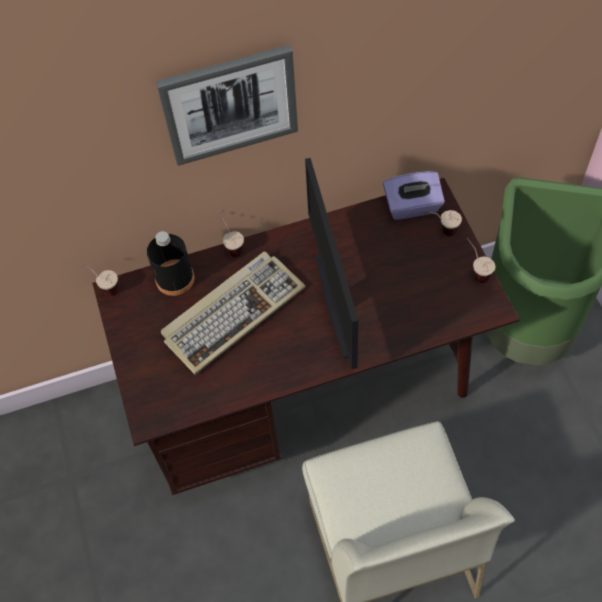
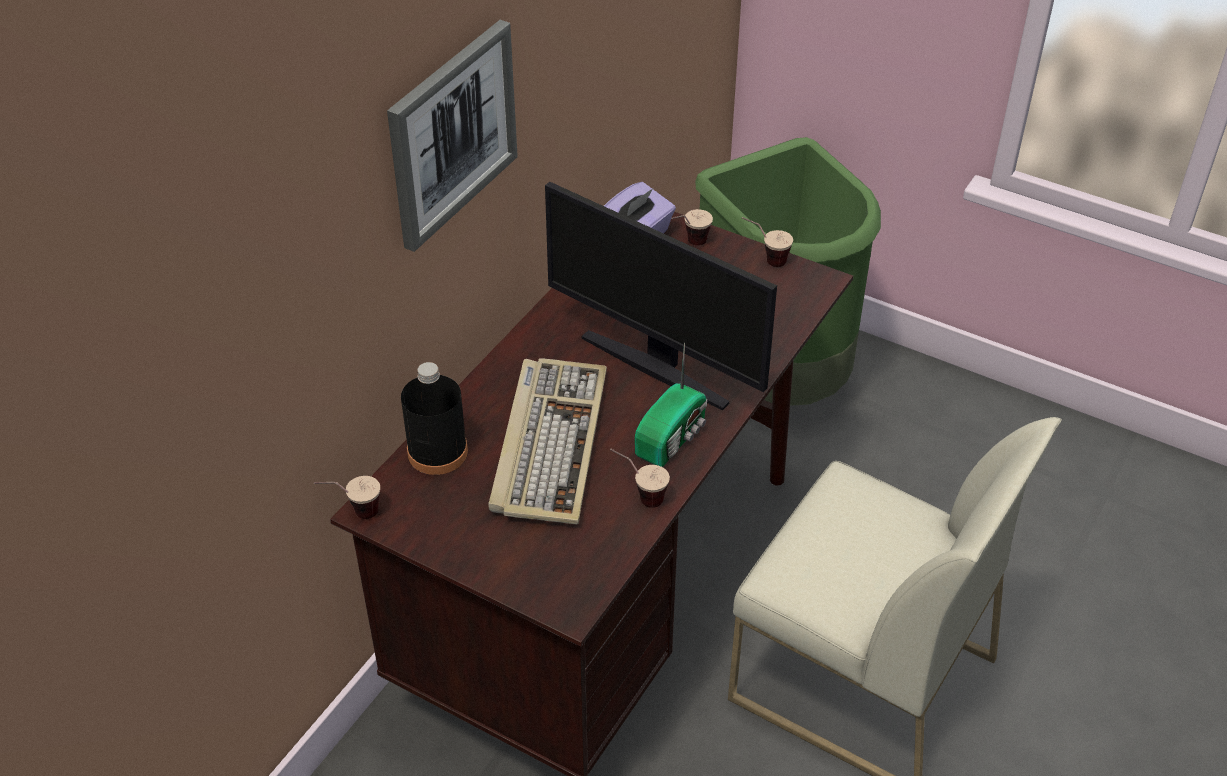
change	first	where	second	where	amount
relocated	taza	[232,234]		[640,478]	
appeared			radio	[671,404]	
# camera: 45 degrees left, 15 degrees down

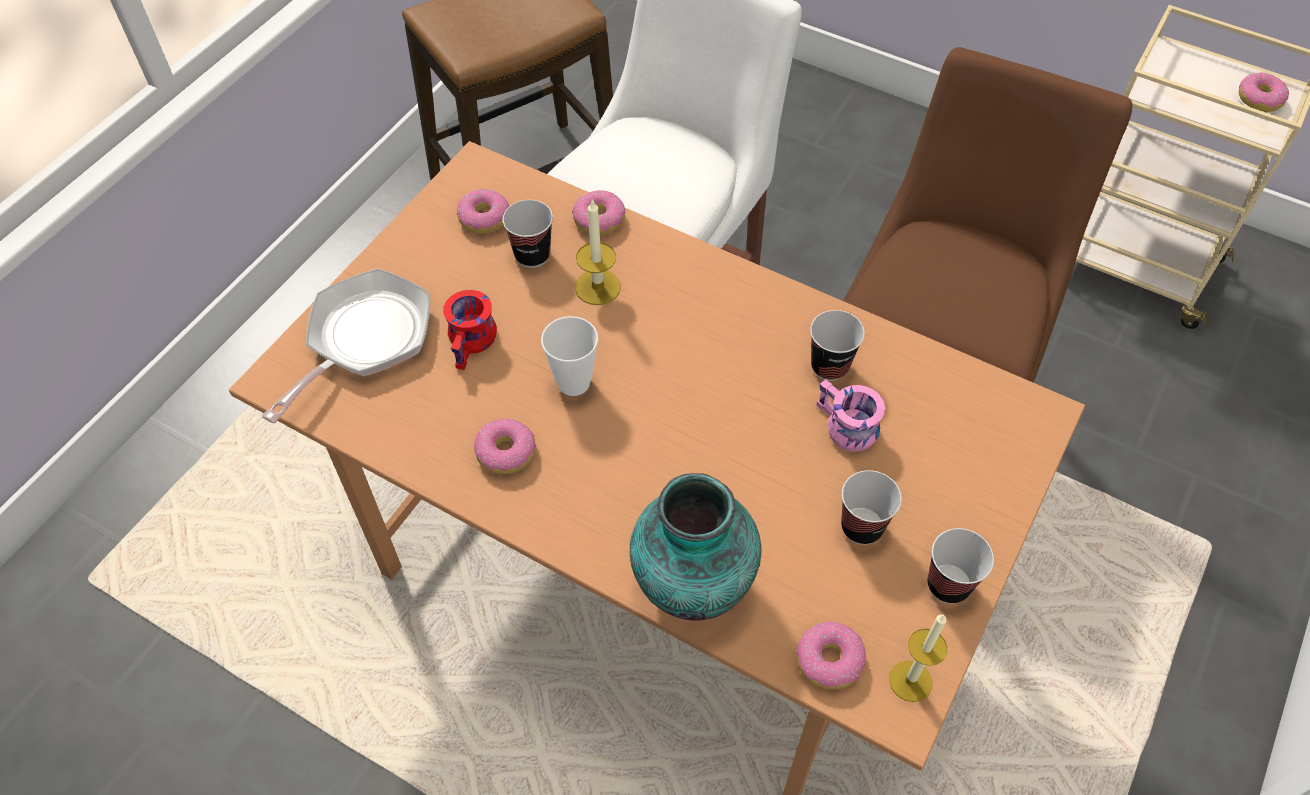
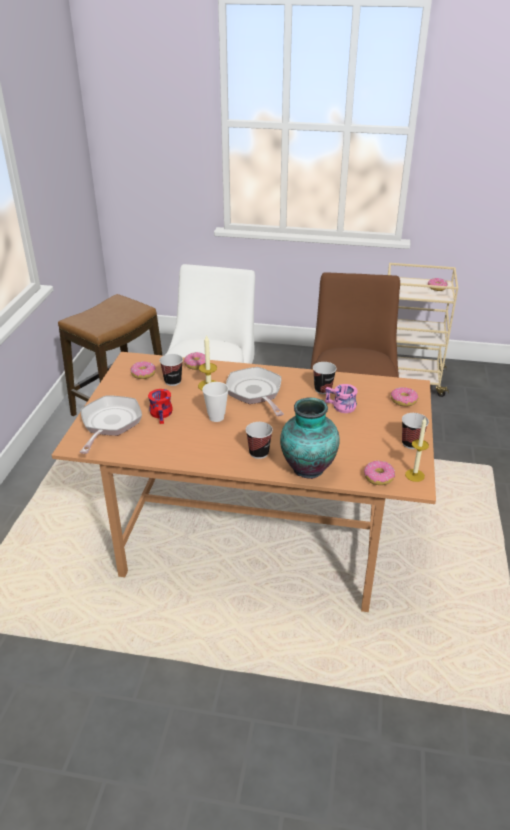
change	first	where	second	where	amount
appeared			sartén	[255,391]	
relocated	taza	[871,507]		[259,440]	
relocated	rosquilla	[505,446]		[404,396]	
# camera: 20 degrees left, 20 degrees down

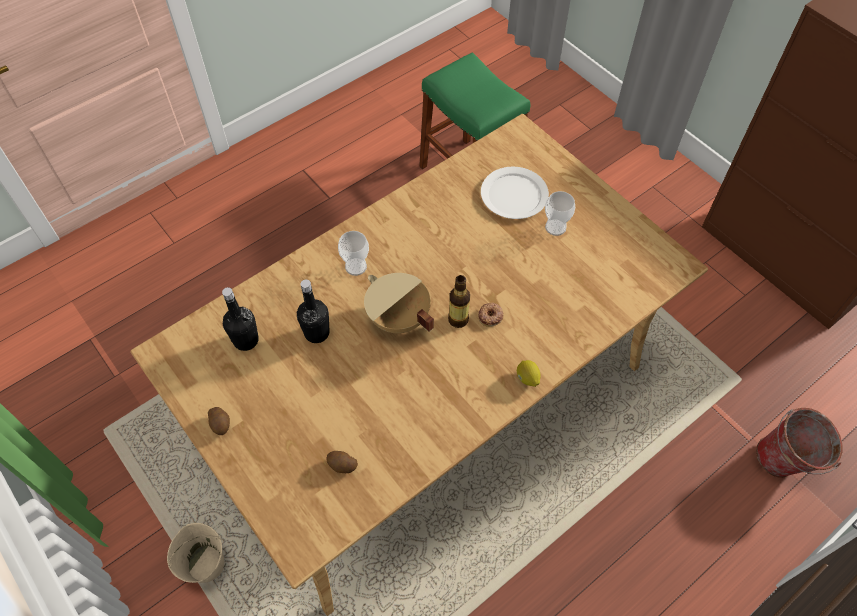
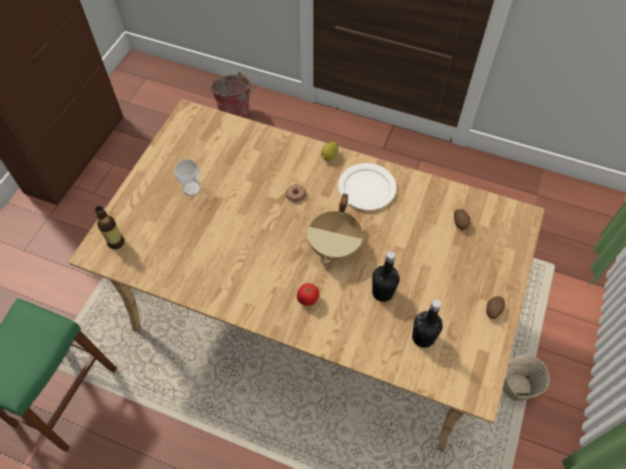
change	first	where	second	where	amount
relocated	botella	[459,301]		[109,227]	
exchanged	taza	[353,253]	tomate	[308,294]	
relocated	plato [blanco]	[515,193]		[367,186]	
# camera: 120 degrees left, 0 degrees up

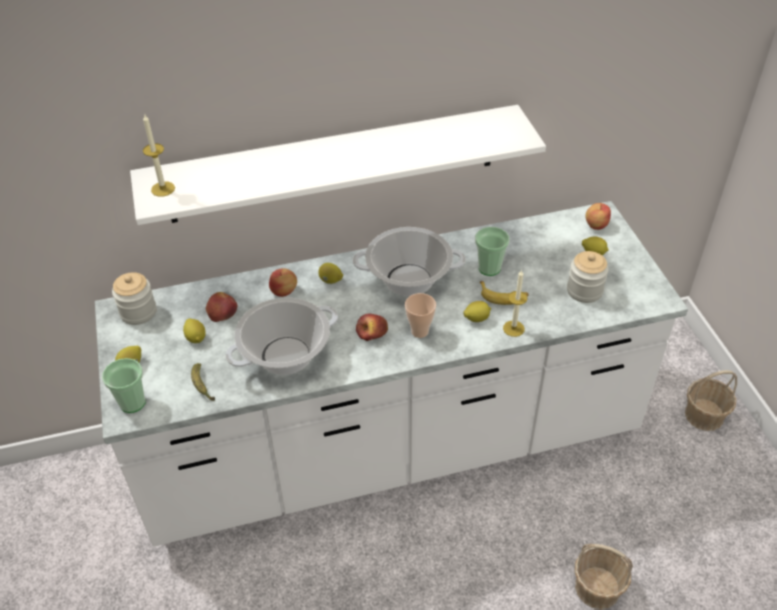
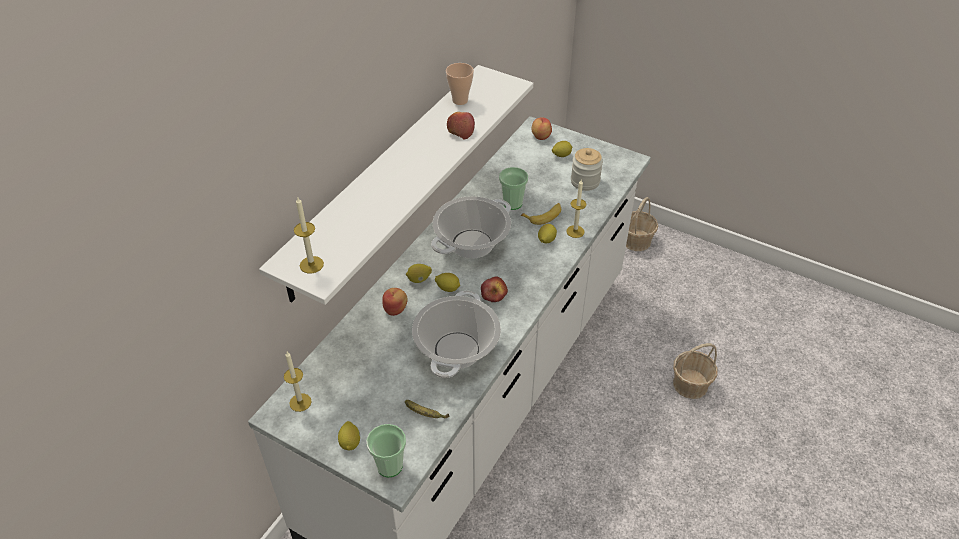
change	first	where	second	where	amount
exchanged	tarro	[134,298]	vela	[298,382]	
relocated	limón	[194,330]		[447,282]	
relocated	taza	[420,315]		[460,84]	
relocated	manzana	[221,307]		[461,126]	
# camera: 45 degrees left, 0 degrees up

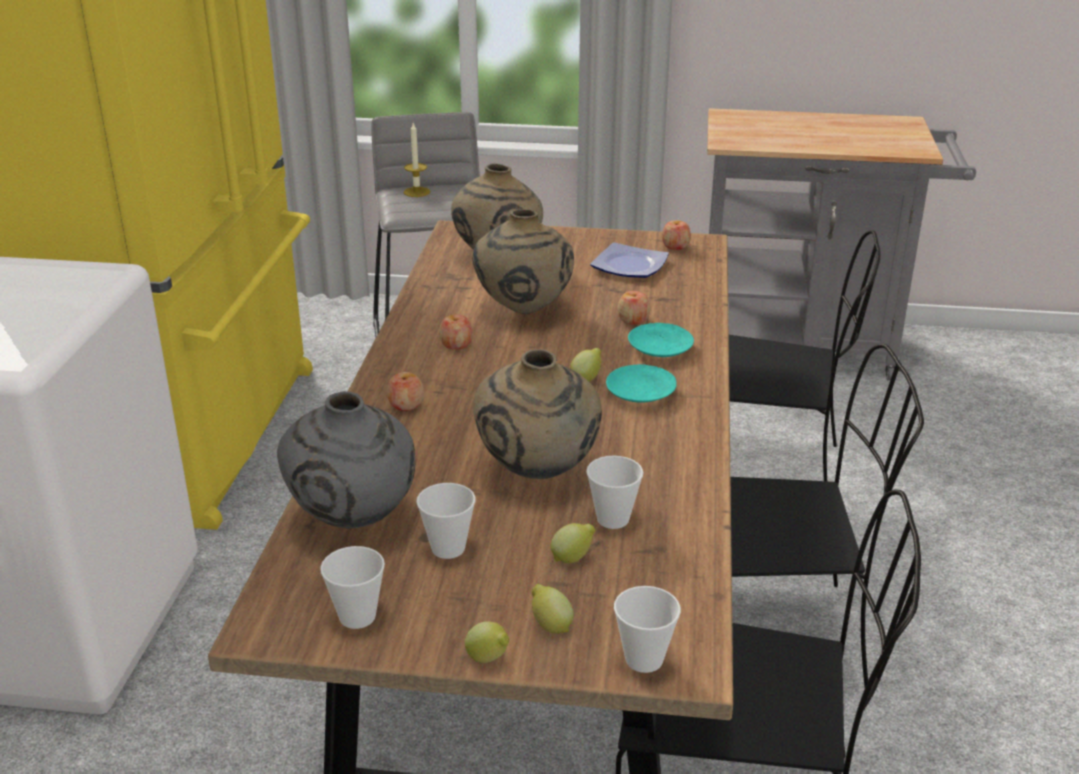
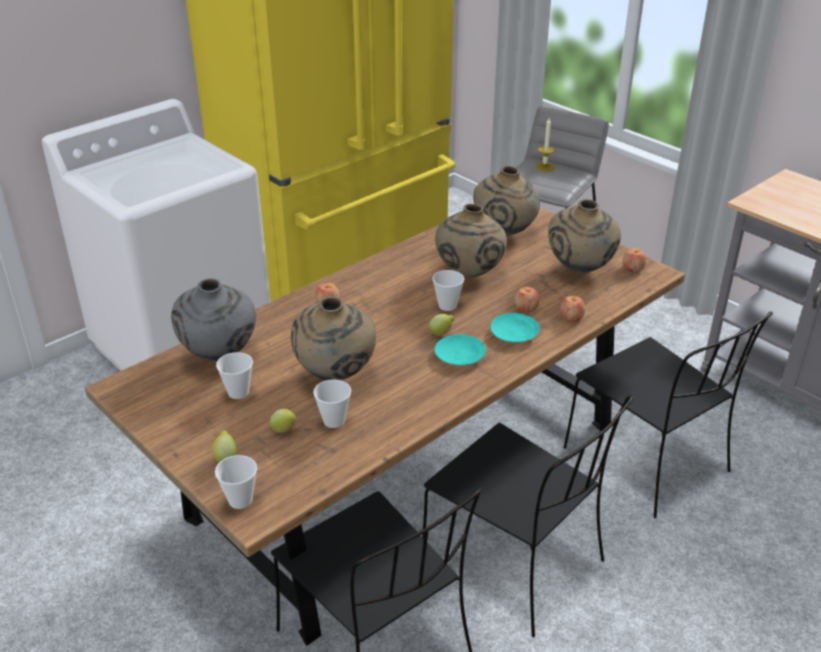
change	first	where	second	where	amount
relocated	taza	[352,587]		[448,290]	
exchanged	plato	[629,260]	florero [beis]	[584,236]	
relocated	manzana	[456,332]		[572,309]	
missing	limón	[487,642]			
# camera: 40 degrees right, 5 degrees up

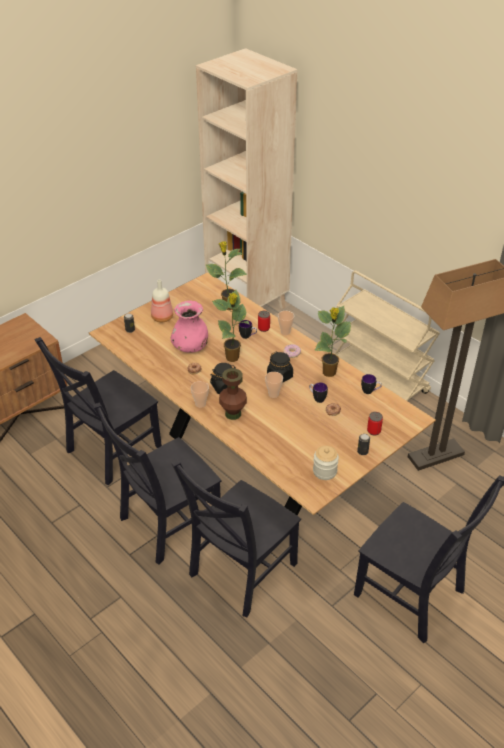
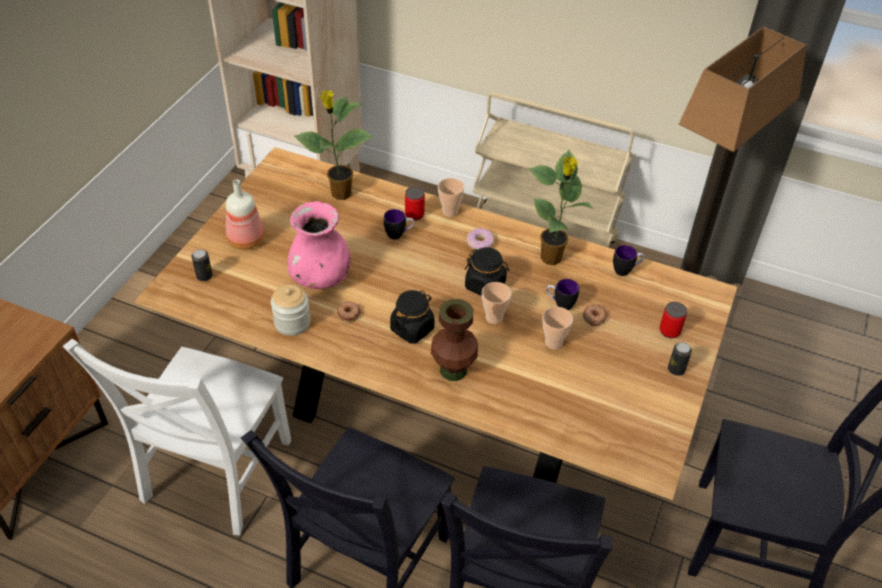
change	first	where	second	where	amount
colour	silla [negro]	[98,411]	silla [blanco]	[177,437]	
relocated	tarro	[326,463]		[291,310]	
relocated	taza	[200,394]		[557,328]	
missing	planta en maceta	[230,326]			
# camera: 25 degrees left, 5 degrees up

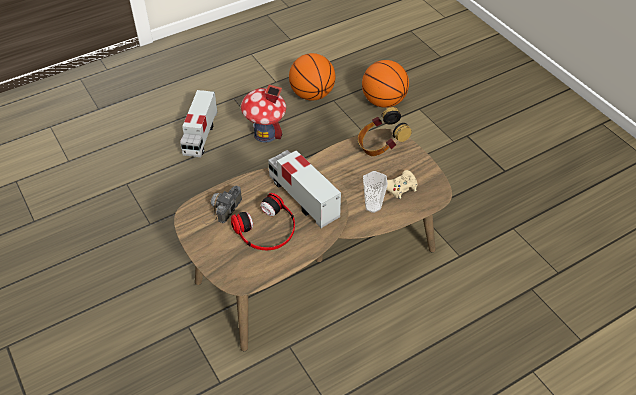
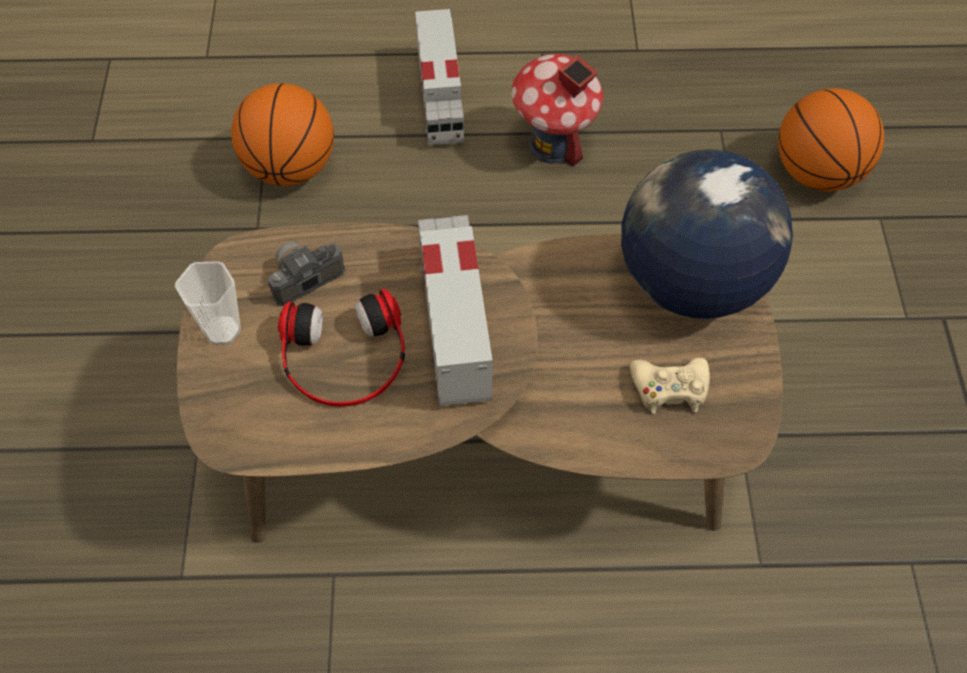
change	first	where	second	where	amount
relocated	taza	[375,192]		[208,303]	
relocated	balón de baloncesto	[312,76]		[282,134]	
spun	camión de juguete	[198,123]		[439,77]	45 degrees counterclockwise
exchanged	auriculares	[385,131]	globo terráqueo	[707,234]	
# camera: 30 degrees right, 10 degrees up

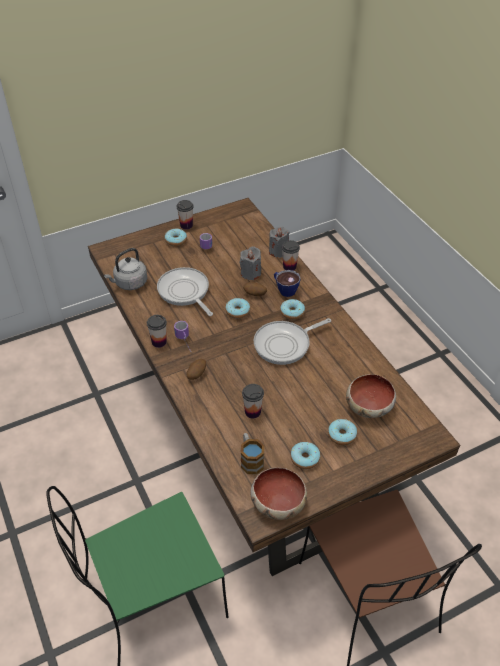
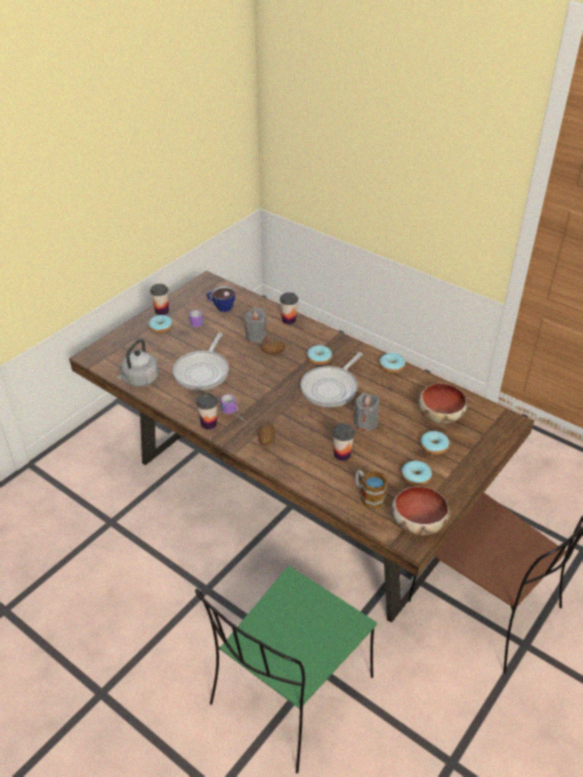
change	first	where	second	where	amount
spun	sartén	[185,291]		[201,361]	105 degrees counterclockwise
relocated	taza	[287,283]		[221,299]	
relocated	vela [gris]	[279,242]		[366,412]	
relocated	rosquilla	[237,308]		[392,363]	
# camera: 25 degrees left, 5 degrees down

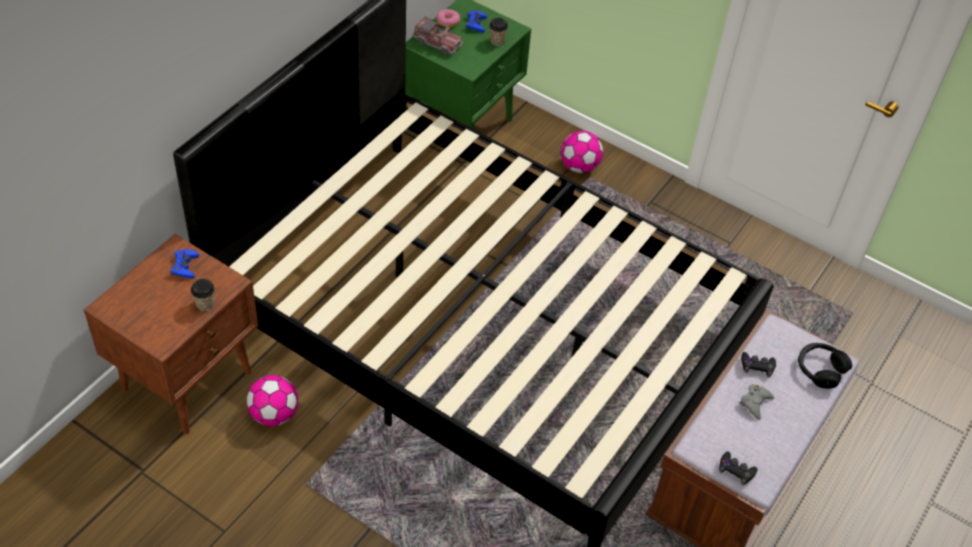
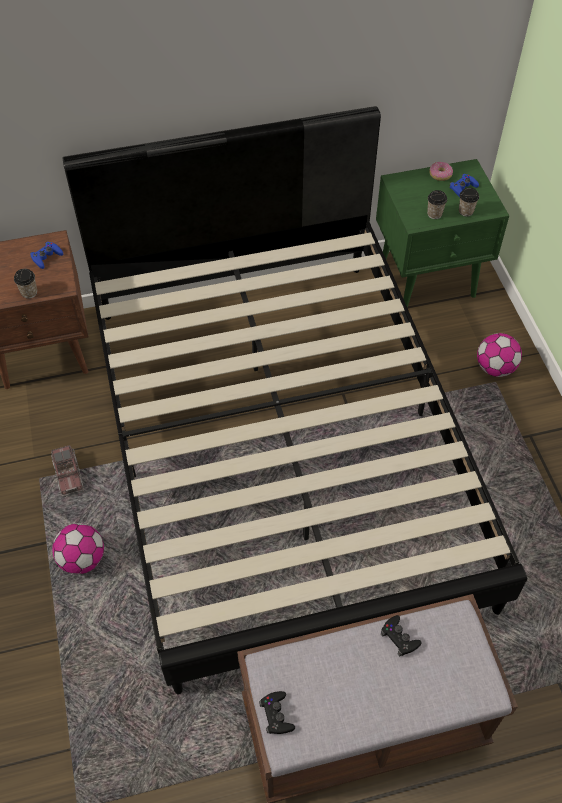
change	first	where	second	where	amount
relocated	camión de juguete	[437,36]		[67,471]	
relocated	balón de fútbol	[272,400]		[78,548]	
appeared			taza	[437,204]	
missing	mando de consola [gris]	[757,402]			
missing	auriculares [negro]	[825,366]			
# camera: 45 degrees right, 5 degrees up

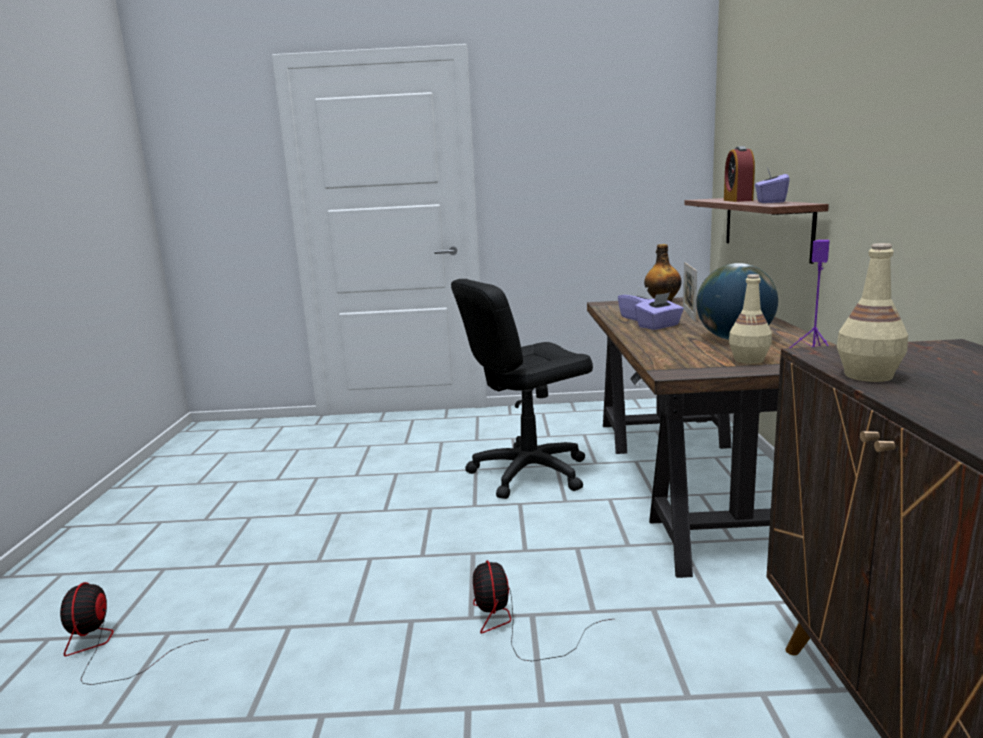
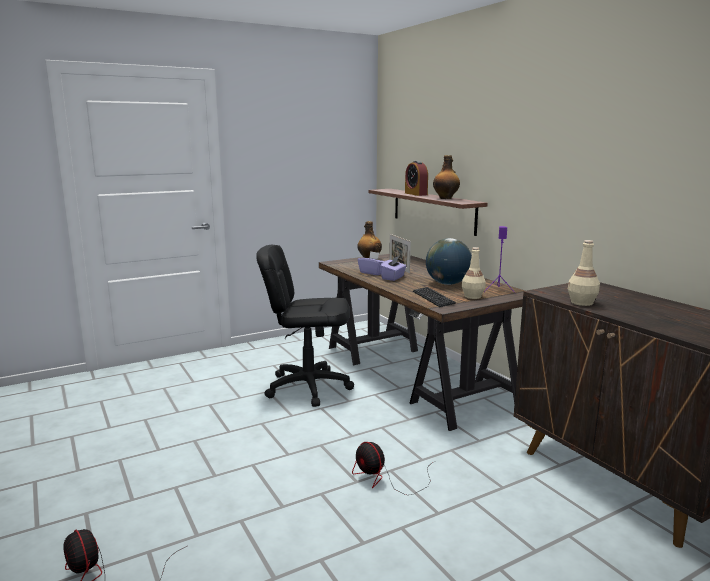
change	first	where	second	where	amount
spun	silla de oficina [negro]	[522,389]		[305,326]	60 degrees clockwise
appeared			teclado	[434,297]	
exchanged	caja de pañuelos [morado]	[772,185]	botella	[446,177]	
# camera: 30 degrees left, 0 degrees up

